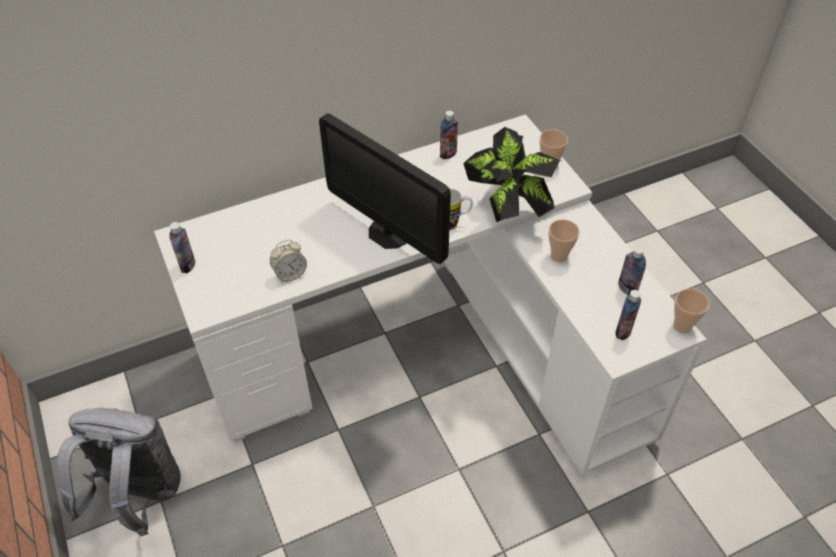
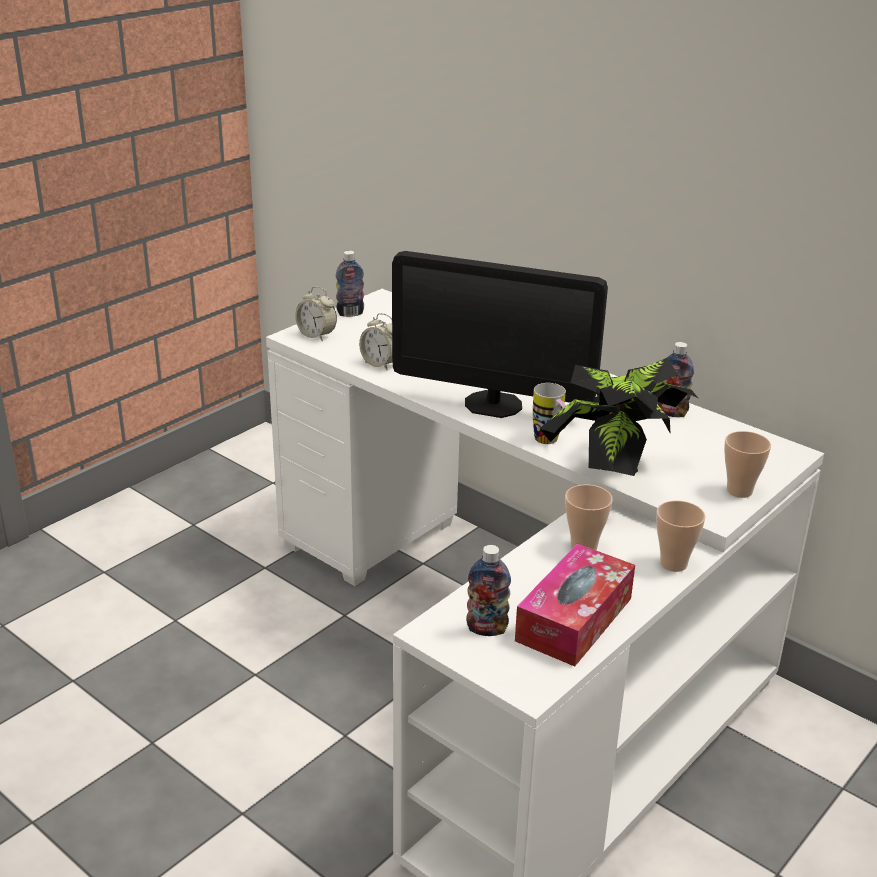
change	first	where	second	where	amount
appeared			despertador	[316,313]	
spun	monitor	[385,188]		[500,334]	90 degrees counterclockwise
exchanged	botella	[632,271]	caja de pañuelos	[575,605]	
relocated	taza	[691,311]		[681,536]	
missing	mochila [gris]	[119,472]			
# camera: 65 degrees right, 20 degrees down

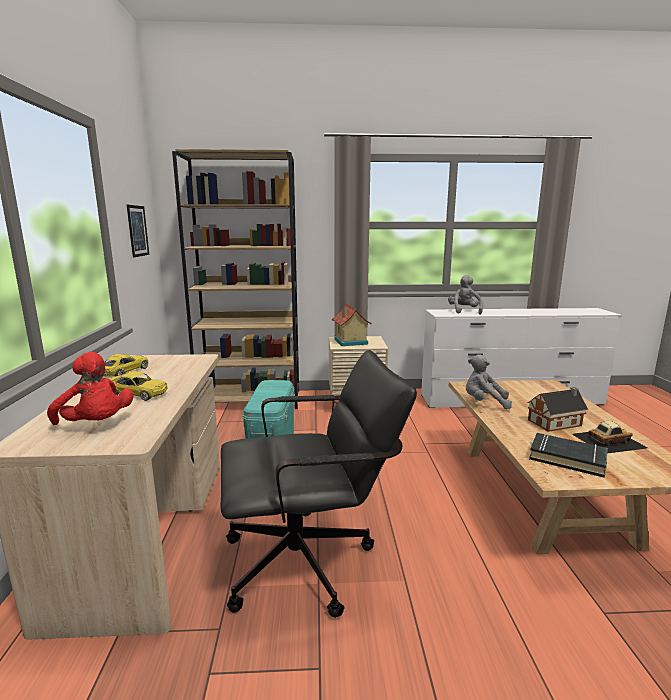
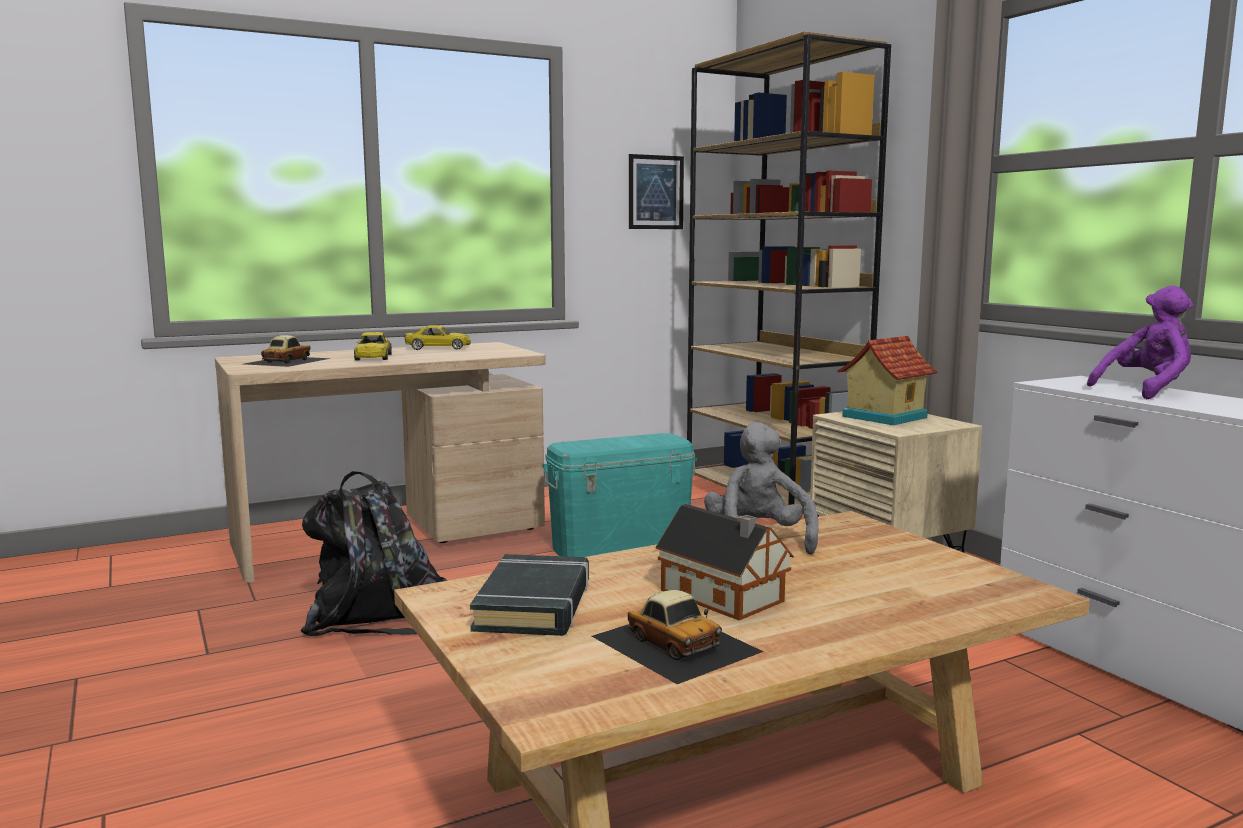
change	first	where	second	where	amount
exchanged	peluche [rojo]	[90,388]	coche de juguete	[287,351]	
exchanged	silla de oficina [negro]	[319,484]	mochila [negro]	[374,553]	
colour	peluche [gris]	[466,295]	peluche [morado]	[1140,342]	
# camera: 65 degrees right, 5 degrees down

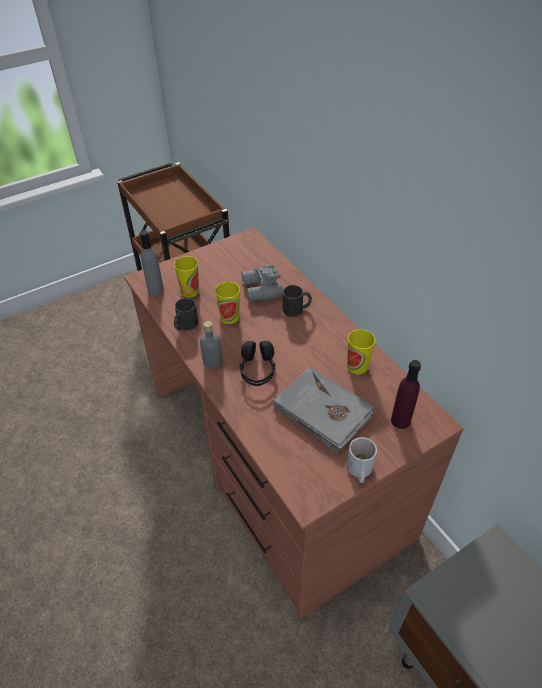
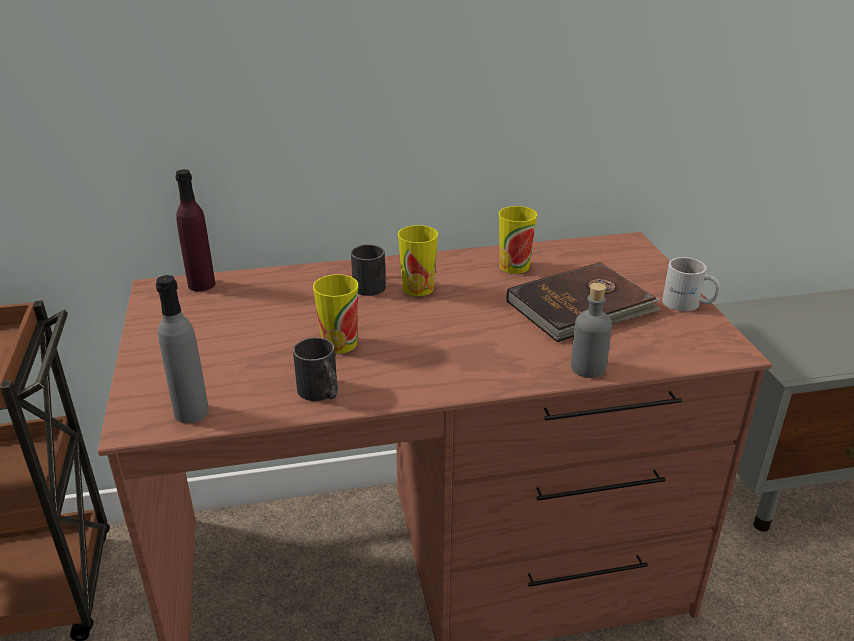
change	first	where	second	where	amount
relocated	botella [morado]	[406,394]		[195,230]	
relocated	taza	[186,276]		[418,260]	
colour	libro [gris]	[323,410]	libro [marrón]	[584,302]	
relocated	botella [gris]	[211,345]		[591,330]	
missing	auriculares [negro]	[257,363]			
missing	prismáticos [gris]	[262,283]			
# camera: 70 degrees left, 15 degrees down

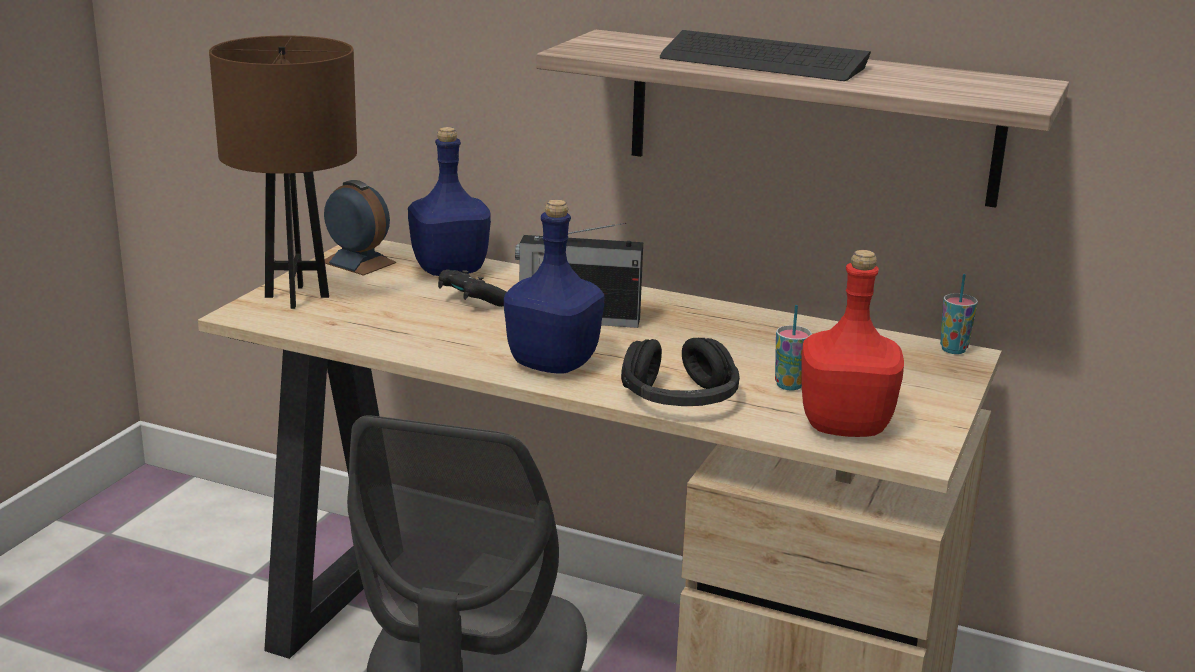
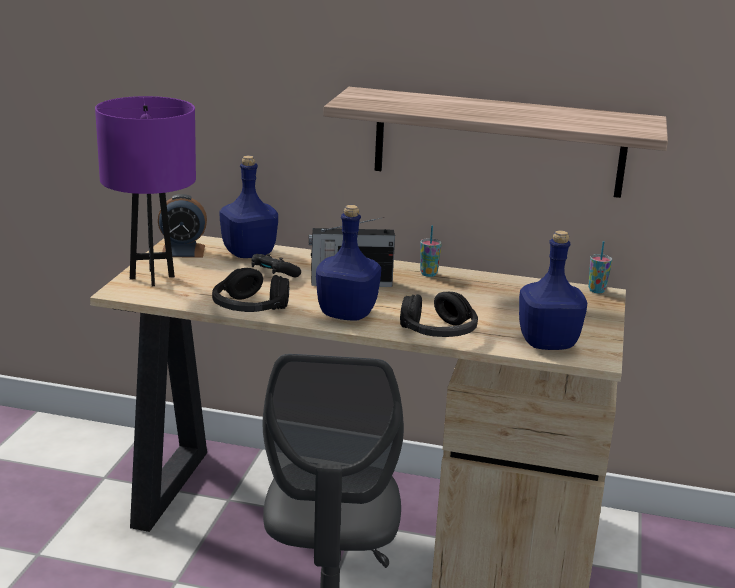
change	first	where	second	where	amount
colour	lámpara de mesa [marrón]	[283,172]	lámpara de mesa [morado]	[145,191]	
spun	despertador	[360,228]		[182,226]	150 degrees clockwise
appeared			auriculares [negro]	[250,290]	
relocated	taza	[793,348]		[431,251]	
colour	botella [rojo]	[852,343]	botella [azul]	[553,290]	
missing	teclado	[765,55]			
# camera: 10 degrees left, 0 degrees up

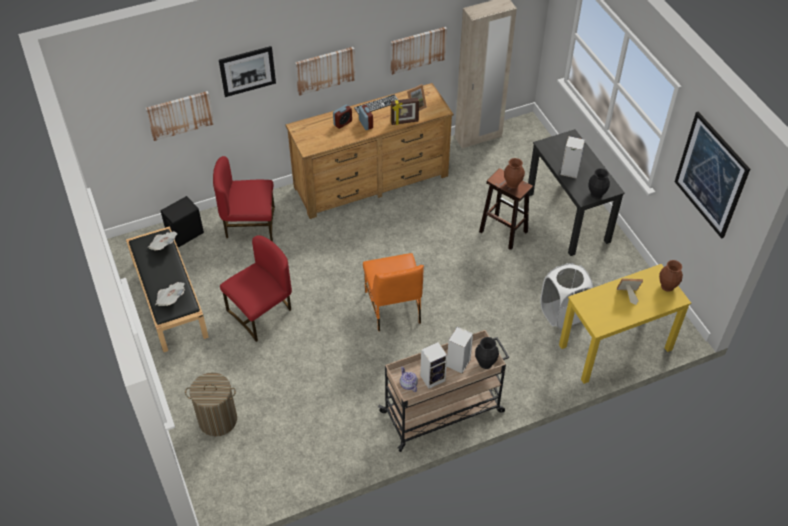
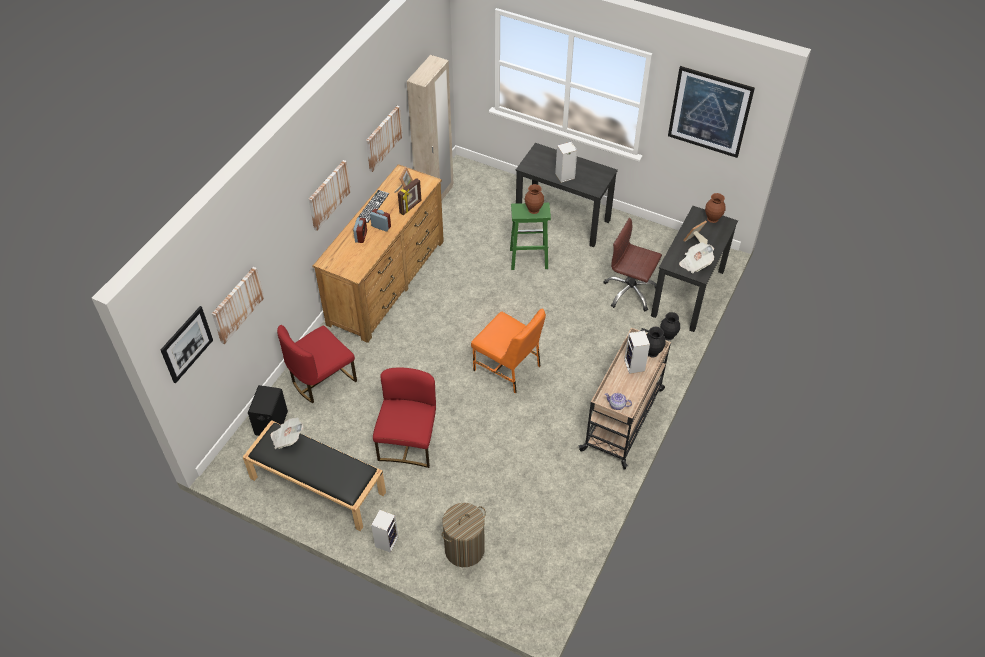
change	first	where	second	where	amount
relocated	cuadro	[247,71]		[187,345]	
relocated	altavoz	[433,365]		[384,531]	
colour	taburete [marrón]	[506,209]	taburete [verde]	[530,236]	
exchanged	cesto de la ropa [blanco]	[566,296]	silla de oficina [marrón]	[632,264]	
colour	escritorio [amarillo]	[625,324]	escritorio [negro]	[694,269]	
relocated	florero [negro]	[599,183]		[670,326]	
relocated	periódico	[170,294]		[696,257]	
# camera: 40 degrees left, 0 degrees up

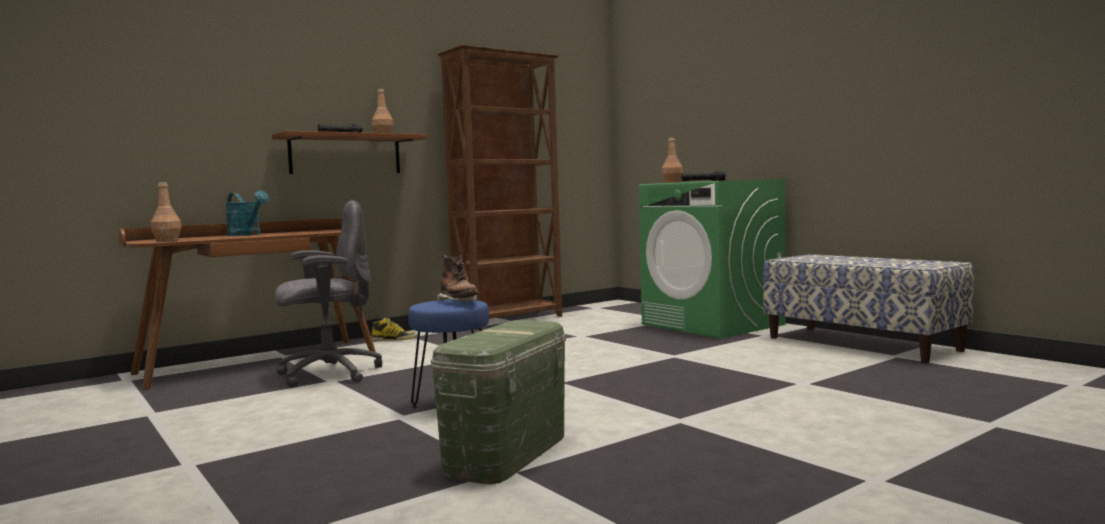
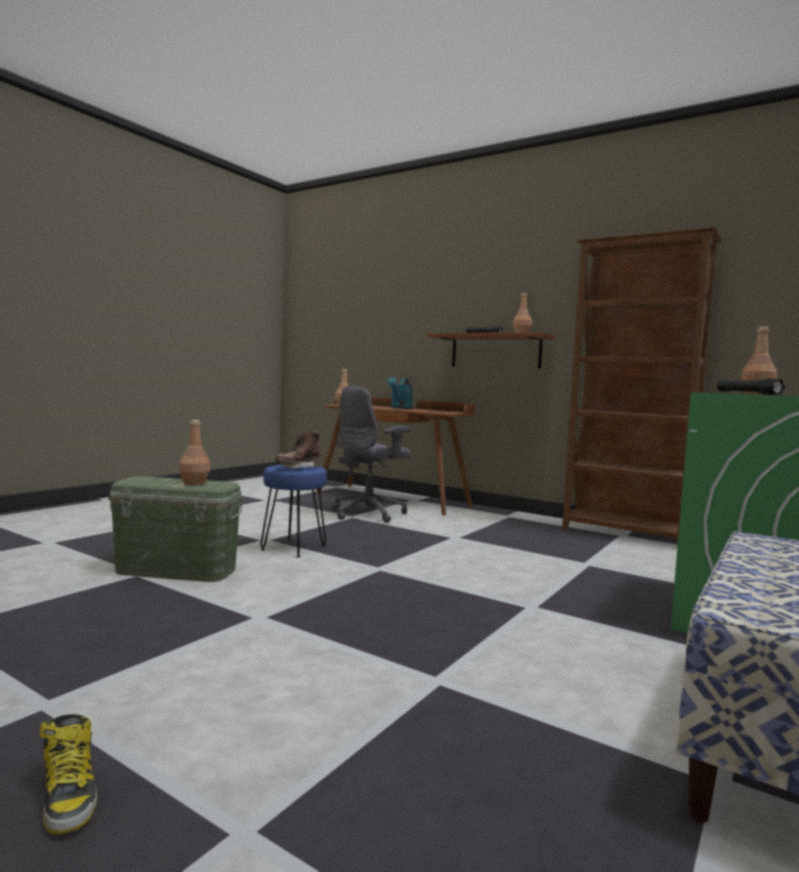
change	first	where	second	where	amount
relocated	bota	[394,329]		[68,774]	
appeared			botella [marrón]	[194,452]	
spun	silla de oficina [gris]	[328,294]		[371,454]	90 degrees clockwise
# camera: 70 degrees right, 0 degrees up

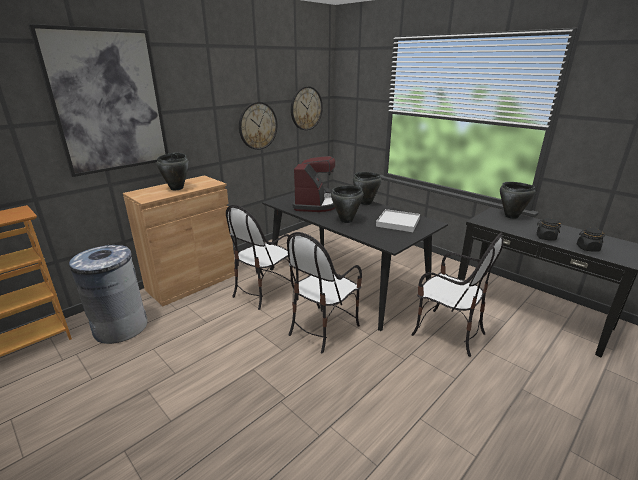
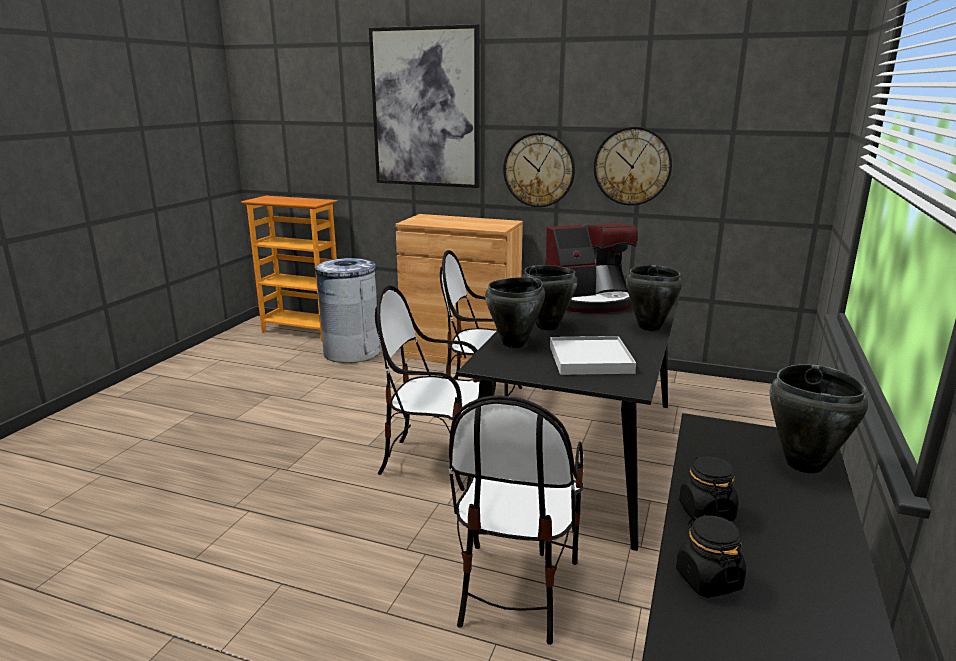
change	first	where	second	where	amount
relocated	olla [negro]	[172,171]		[515,312]	
relocated	reloj de pared	[307,108]		[539,169]	
# camera: 65 degrees right, 5 degrees down

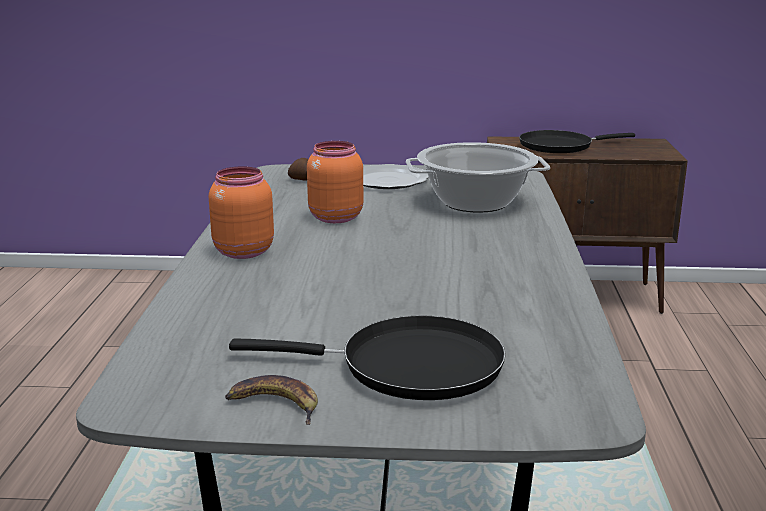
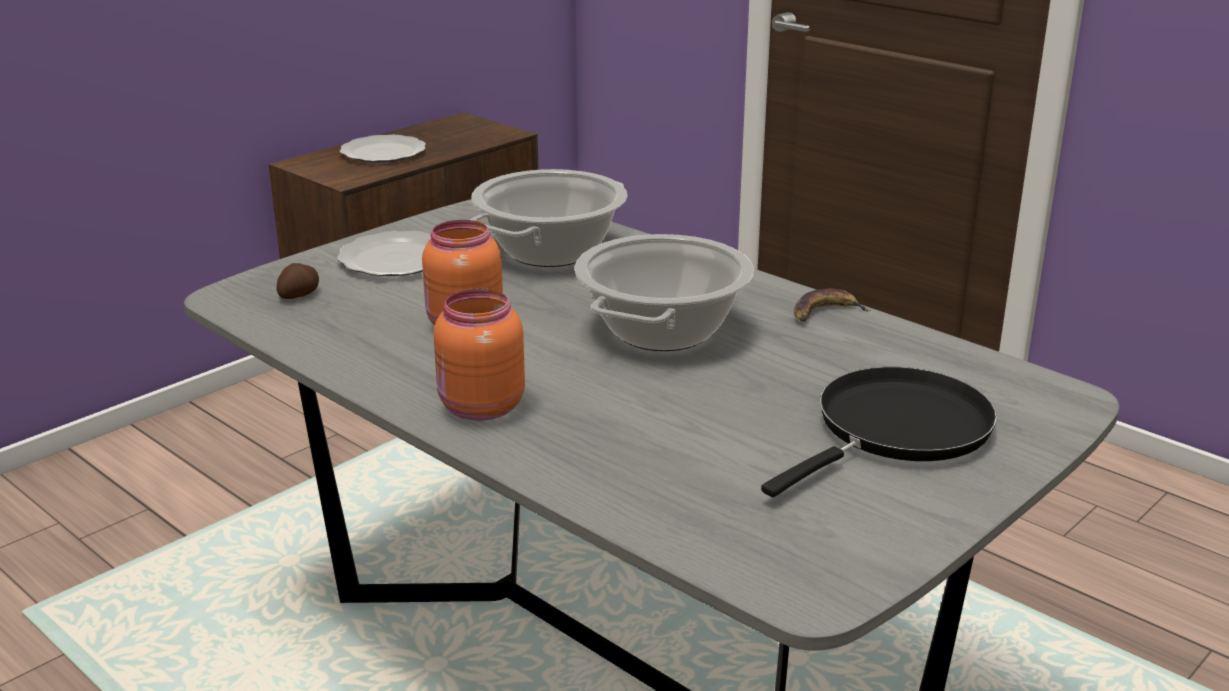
change	first	where	second	where	amount
exchanged	sartén [negro]	[577,141]	plato	[383,149]	
appeared			olla	[664,292]	
relocated	plátano	[271,400]		[832,305]	
# camera: 50 degrees left, 5 degrees up

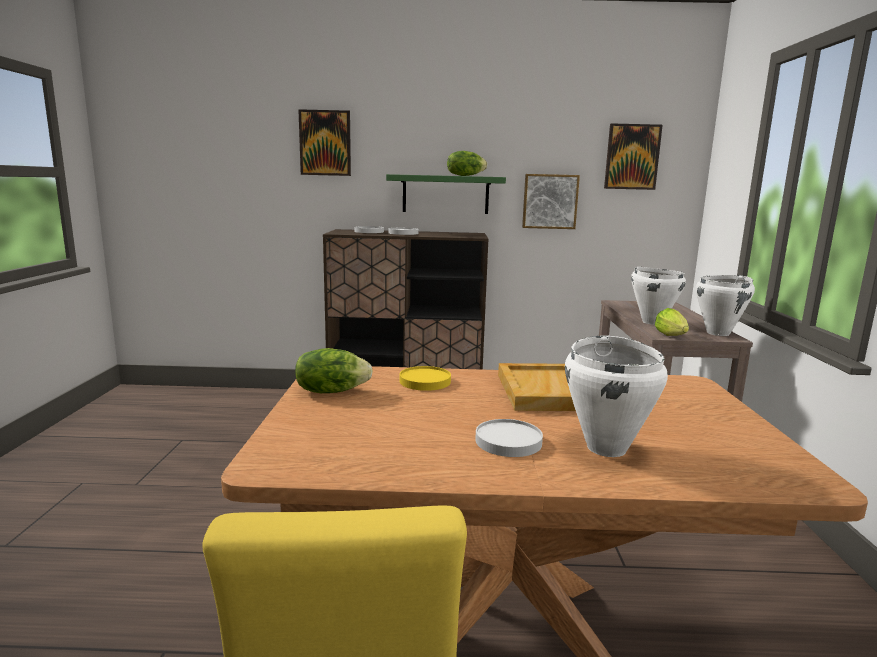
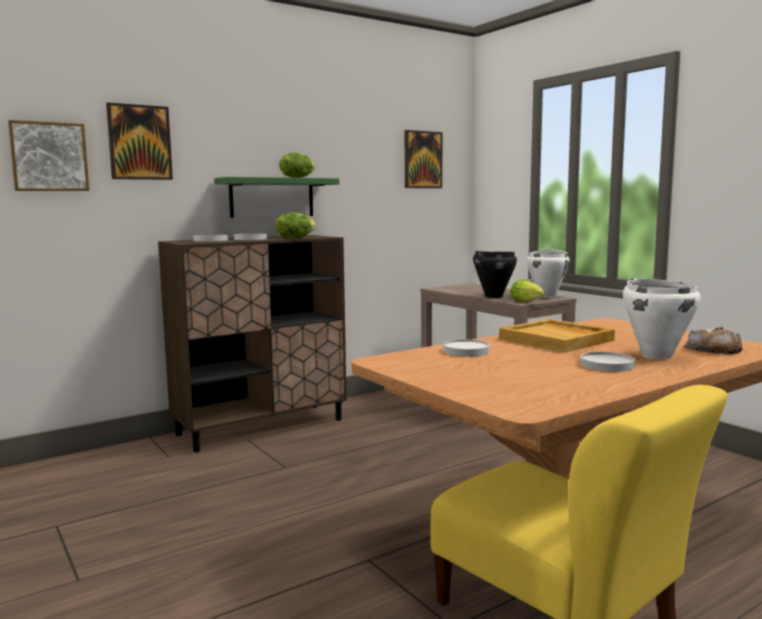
change	first	where	second	where	amount
relocated	cuadro	[551,201]		[48,155]	
relocated	lechuga	[334,370]		[295,225]	
colour	plato [amarillo]	[425,378]	plato [blanco]	[466,347]	
colour	olla [blanco]	[658,296]	olla [negro]	[495,274]	
appeared			pan	[713,340]	
# camera: 35 degrees left, 5 degrees down

